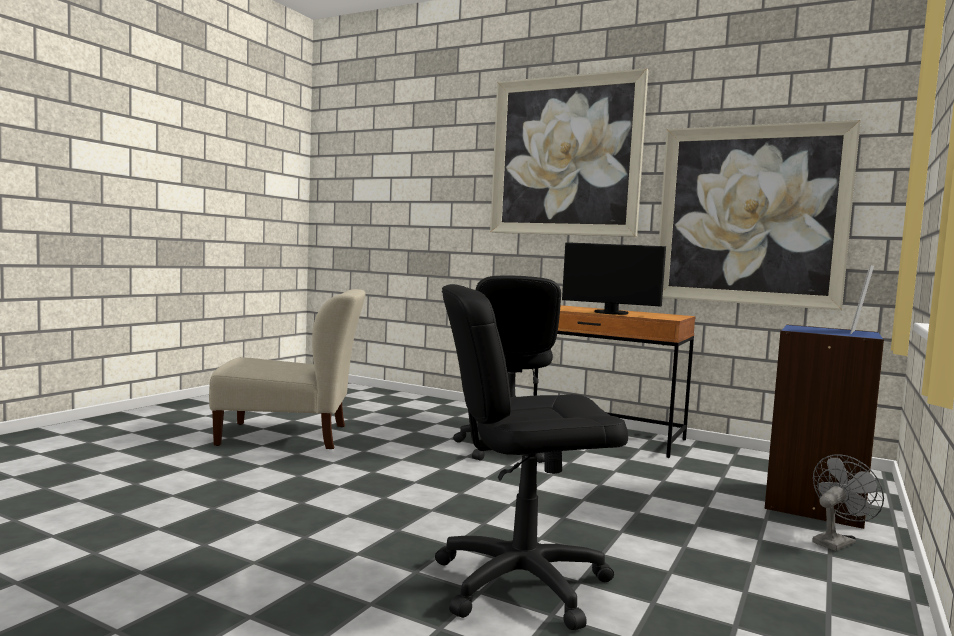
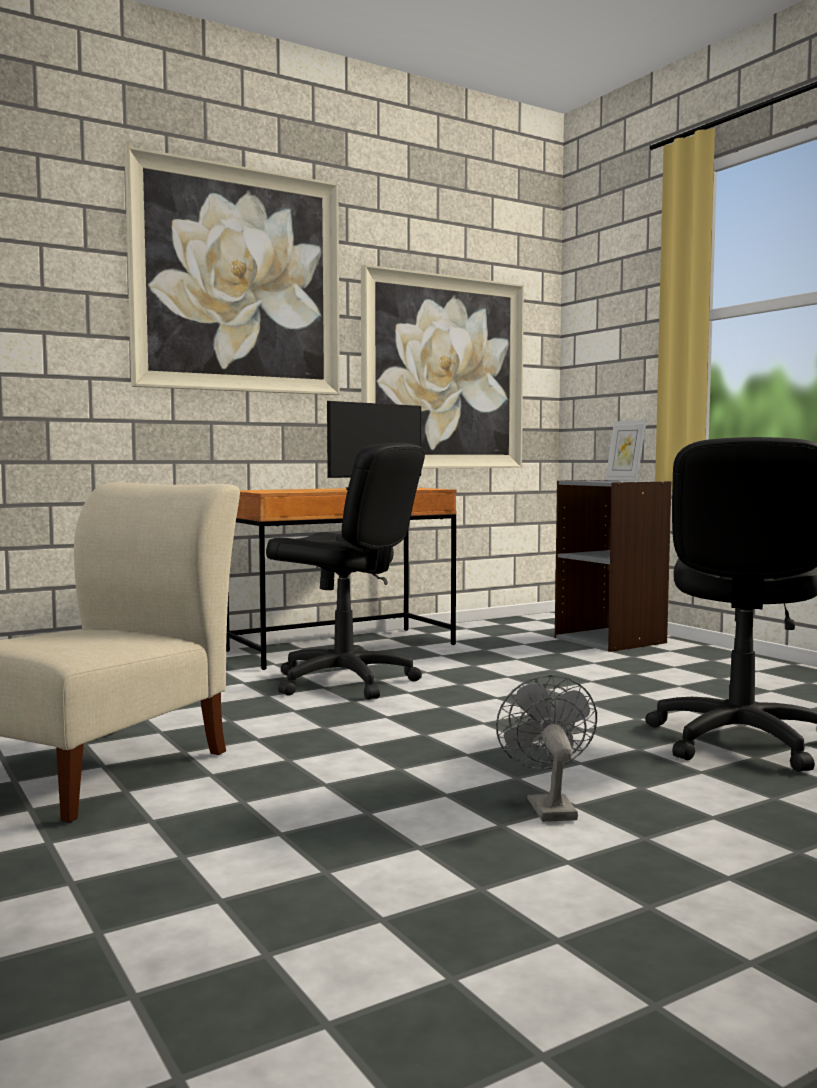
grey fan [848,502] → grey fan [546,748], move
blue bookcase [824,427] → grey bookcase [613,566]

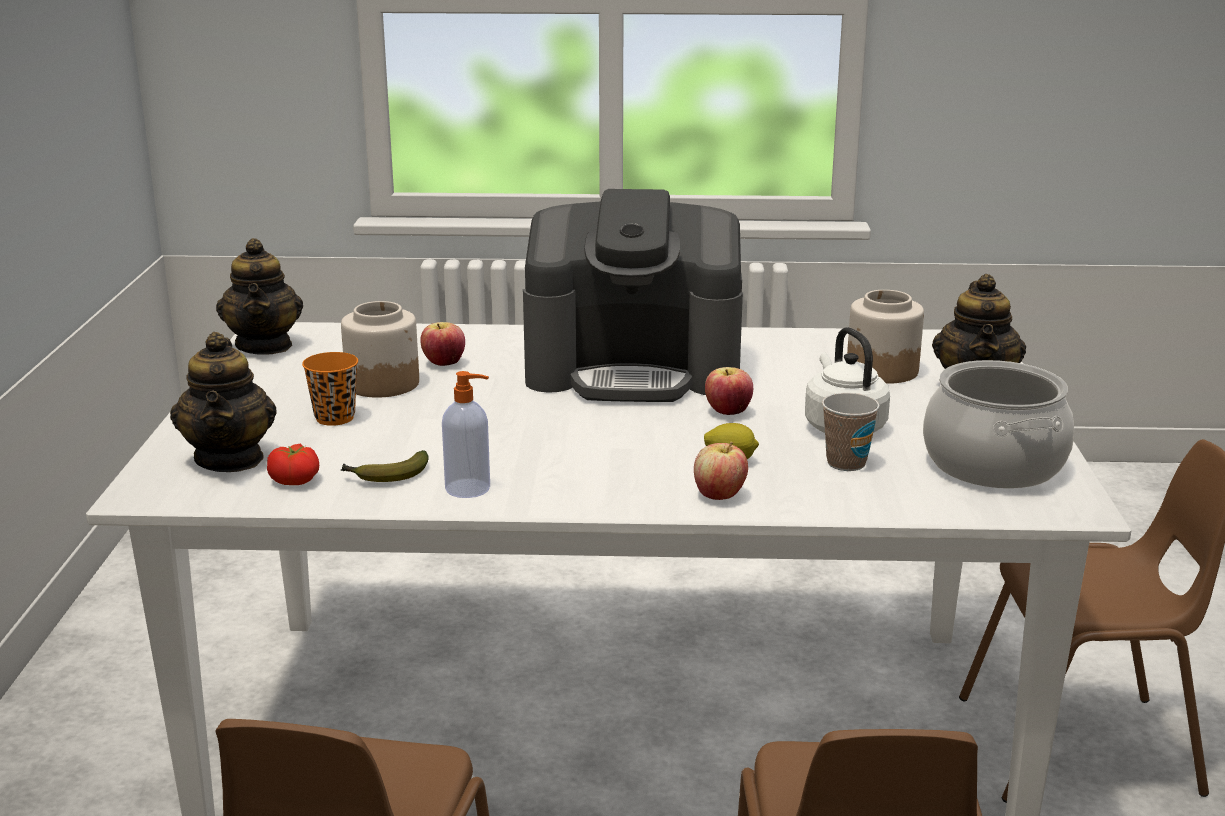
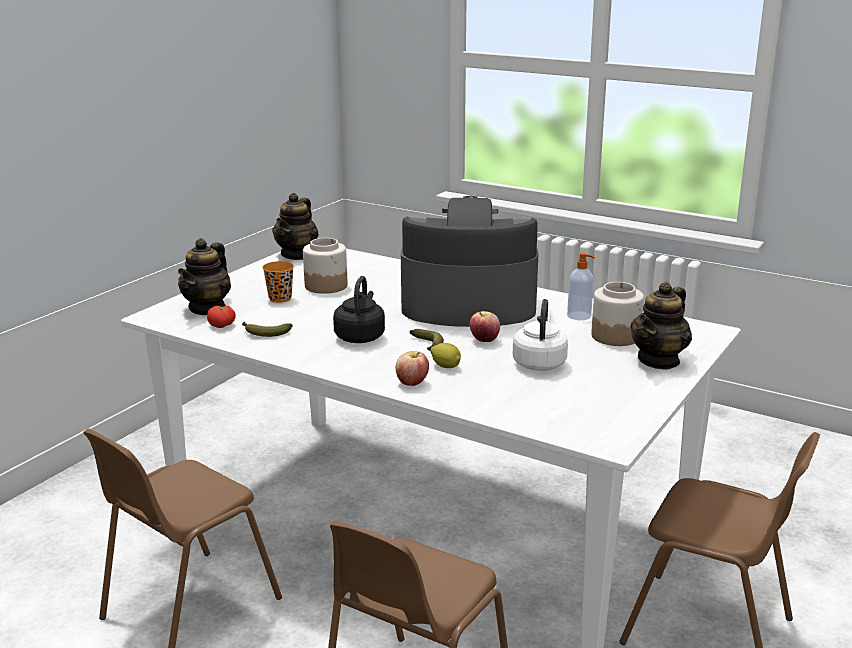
- → black kettle [359,309]
coffee machine [633,295] → coffee machine [469,261], 150 degrees clockwise
- → banana [427,339]
soap dispenser [466,434] → soap dispenser [581,286], move
apple [442,344] → -
cup [851,432] → -
cooking pot [998,424] → -

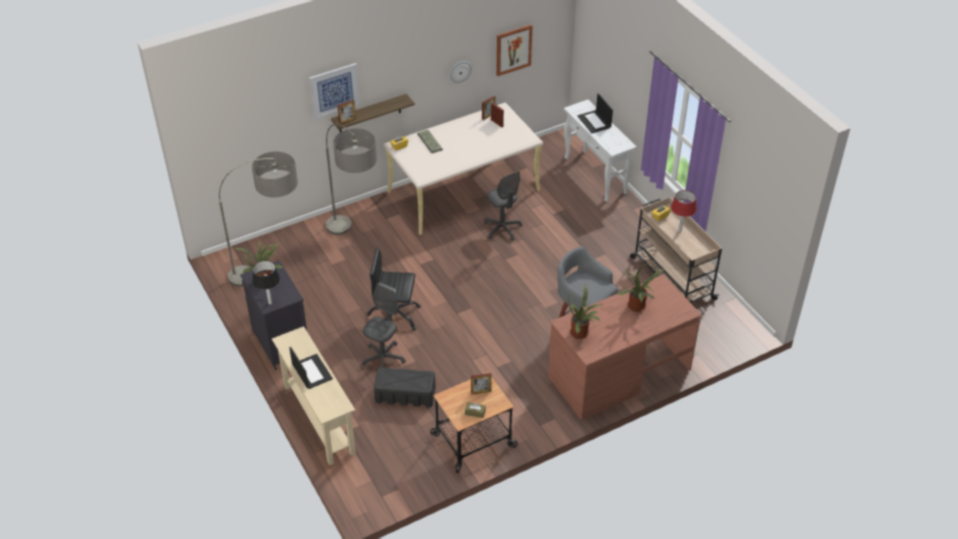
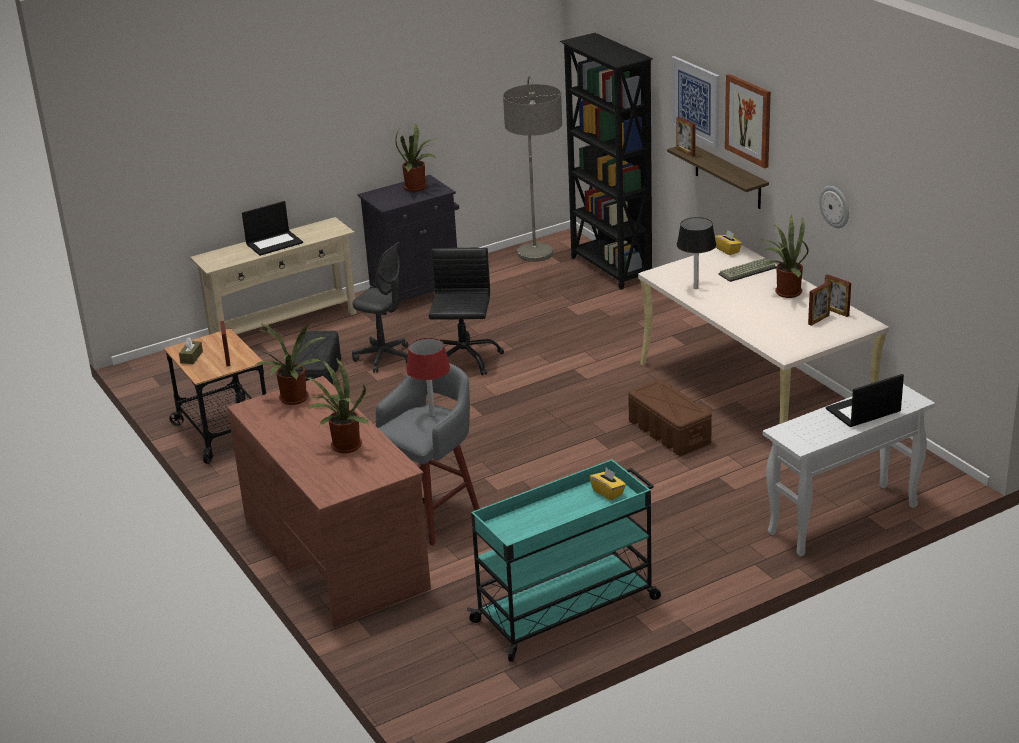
red table lamp [684,211] → red table lamp [428,377], move
beige cart [676,250] → turquoise cart [564,560]
- → black bookcase [606,161]
grey office chair [503,206] → brown storage box [670,418]
black table lamp [266,283] → black table lamp [696,253], move
picture [514,50] → picture [748,121], move
- → potted plant [786,256]
floor lamp [351,179] → -

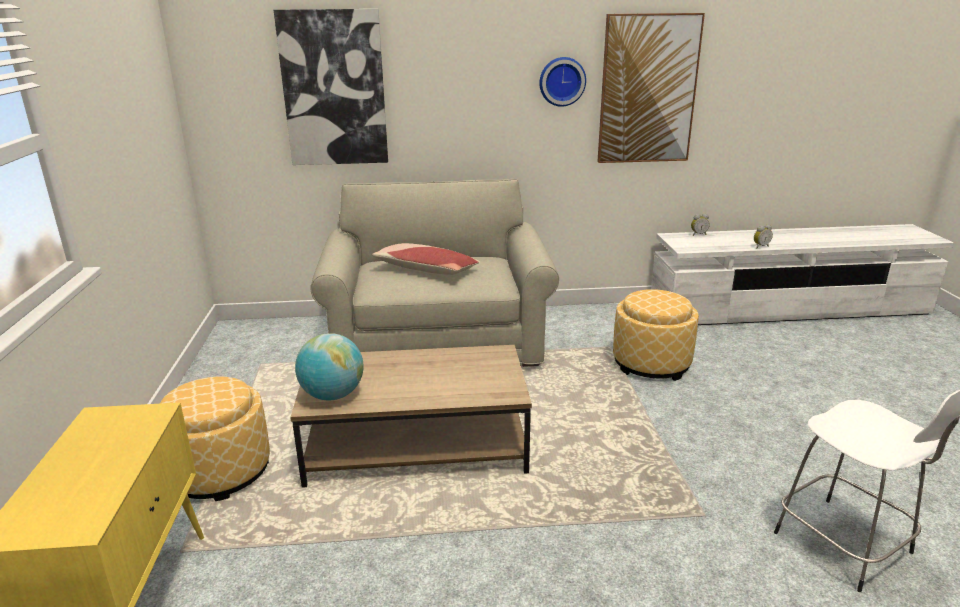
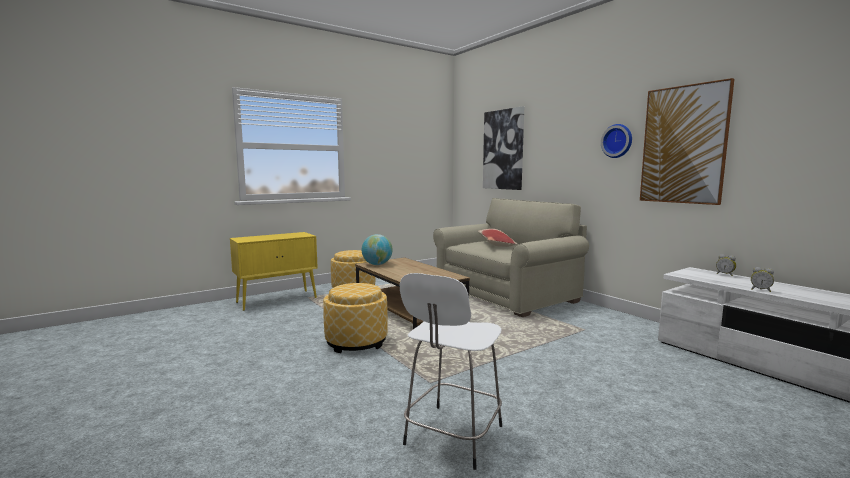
ottoman [656,335] → ottoman [355,318], move

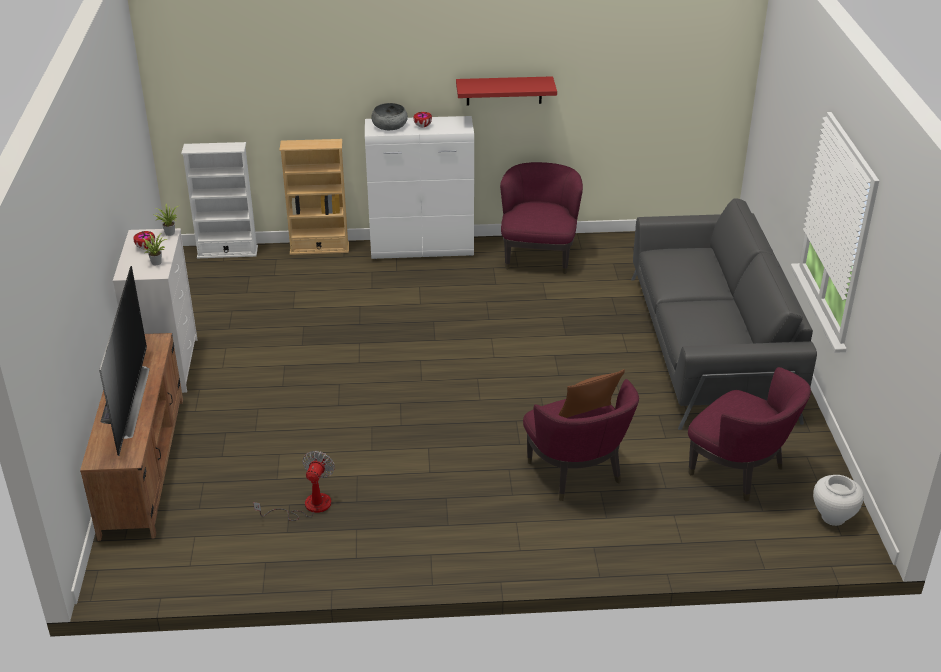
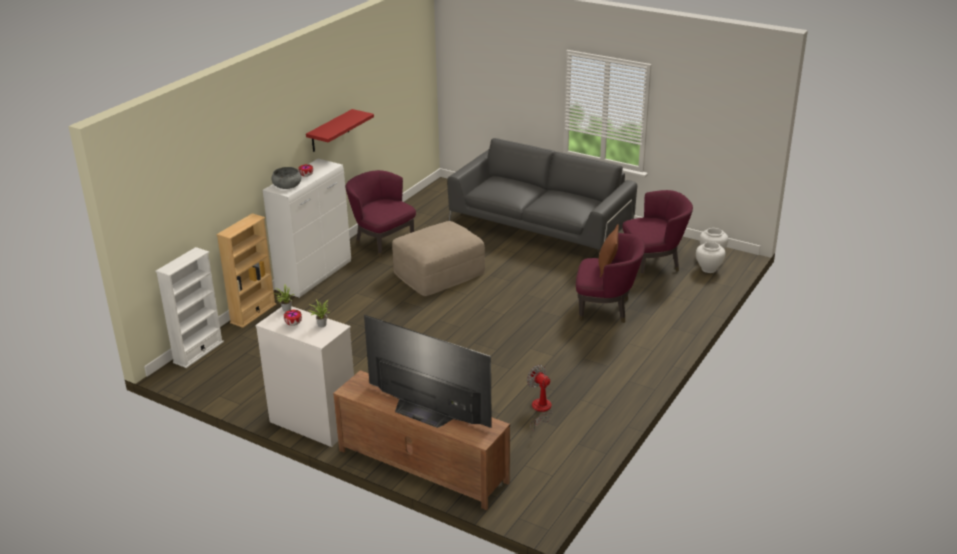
- → beige ottoman [438,258]
- → white vase [711,257]

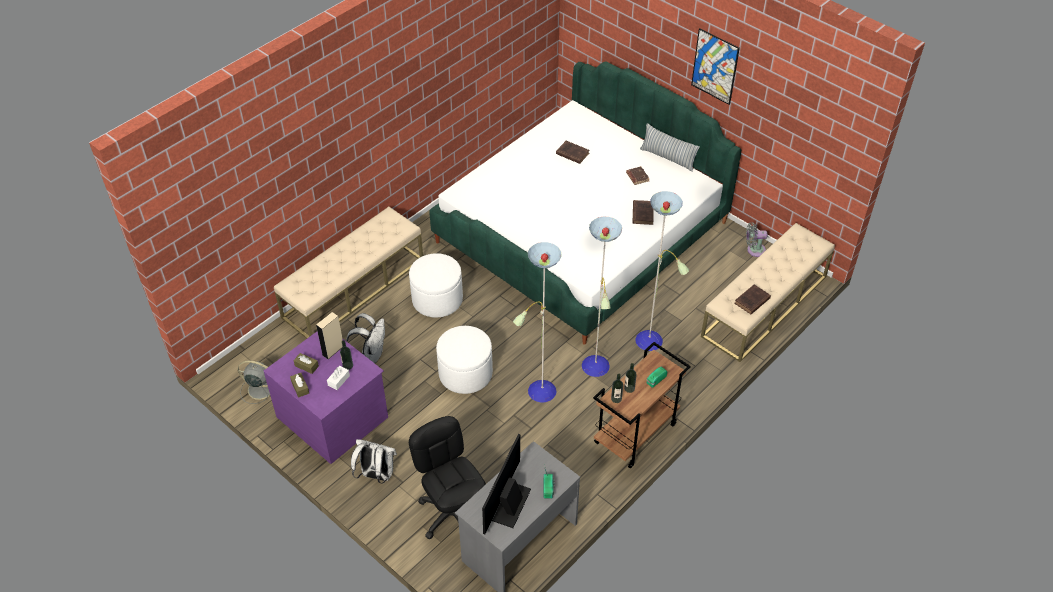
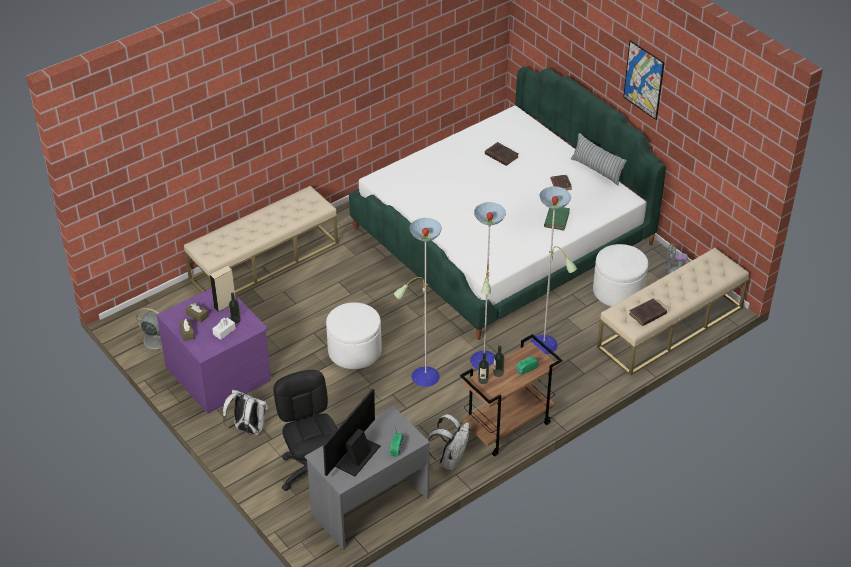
white backpack [365,338] → white backpack [448,442], move
brown book [643,212] → green book [557,218]
white ottoman [436,285] → white ottoman [620,275], move

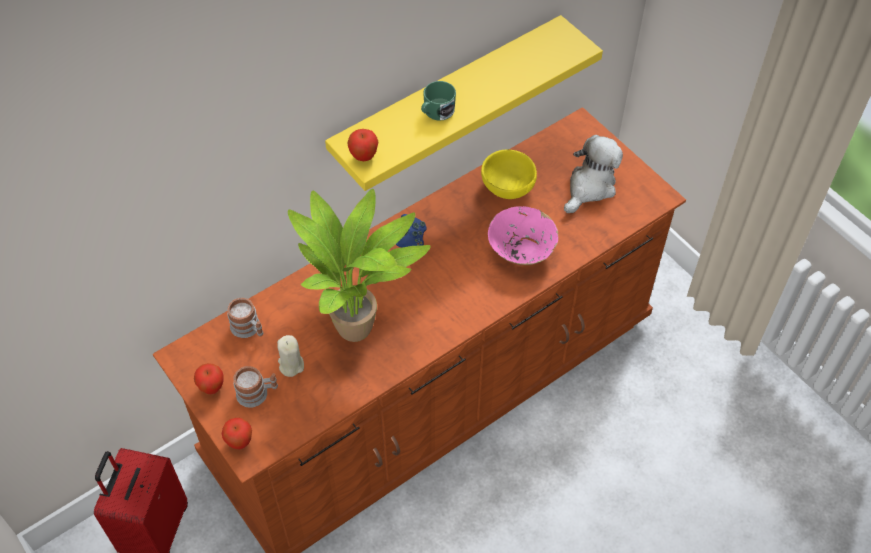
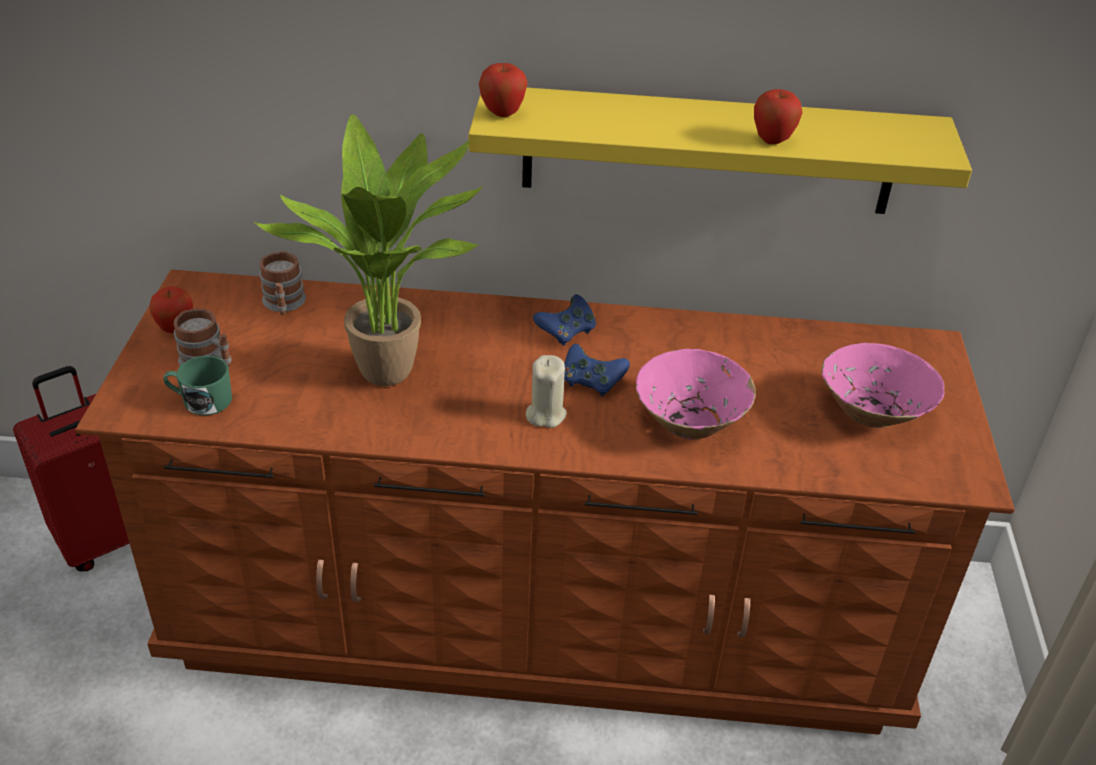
green mug [438,101] → green mug [198,386], move
beige candle [290,356] → beige candle [546,391], move
- → blue game controller [597,370]
apple [237,433] → apple [778,116], move
plush toy [593,174] → pink bowl [883,385]
yellow bowl [509,174] → -

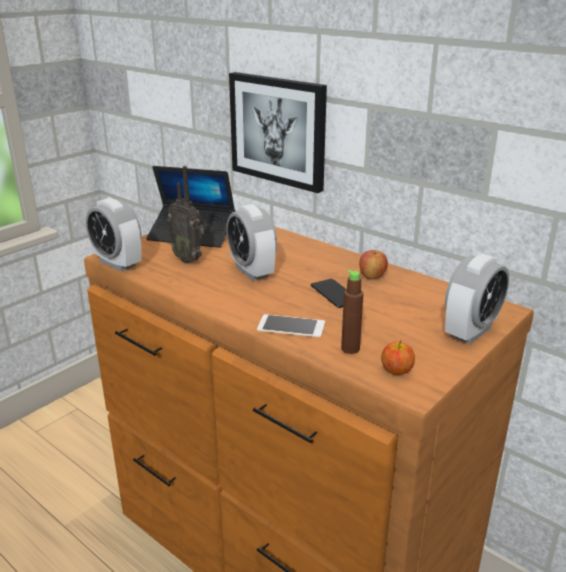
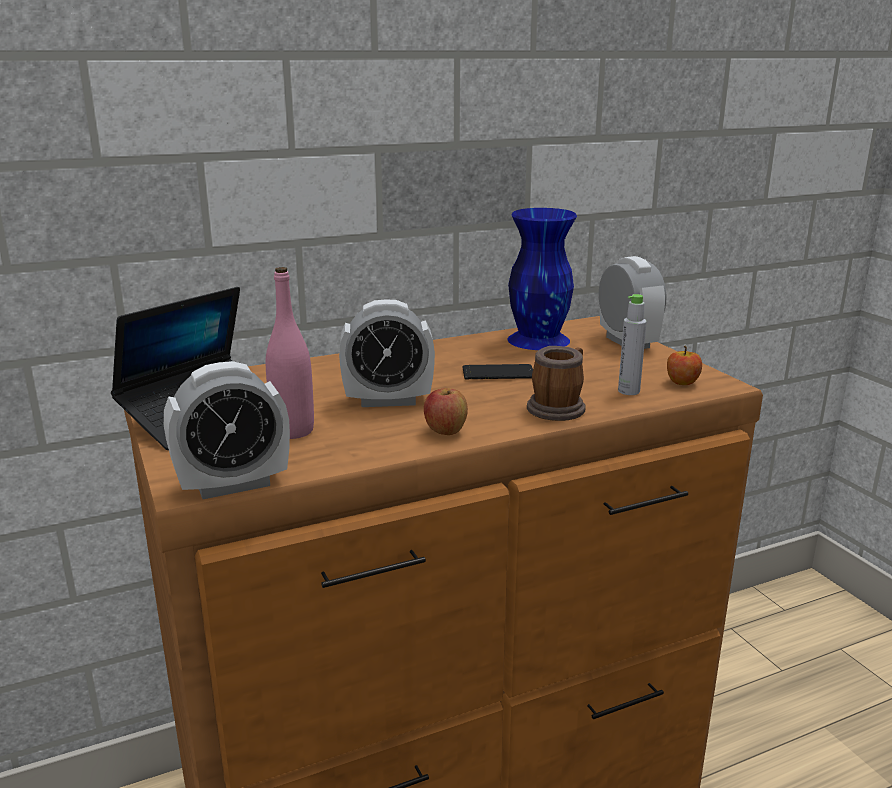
radio [185,215] → pink bottle [290,353]
apple [373,264] → apple [446,411], move
- → blue vase [542,279]
phone [291,326] → mug [556,383]
brown bottle [352,312] → grey bottle [632,344]
picture [278,132] → -

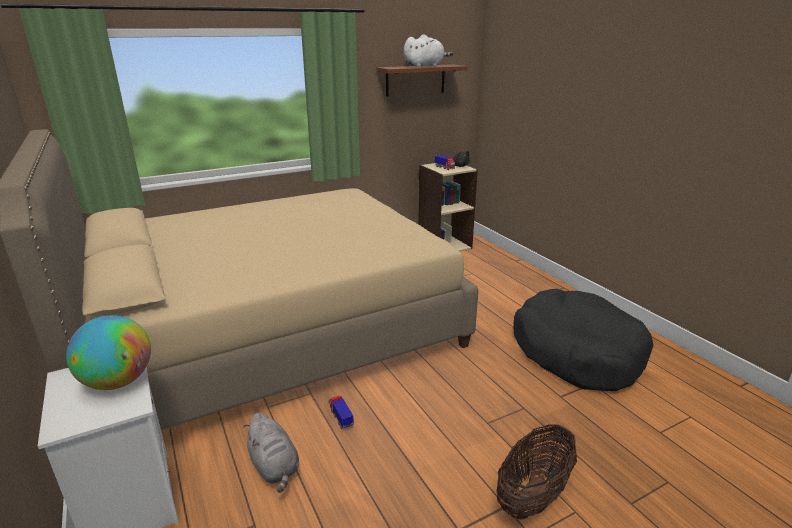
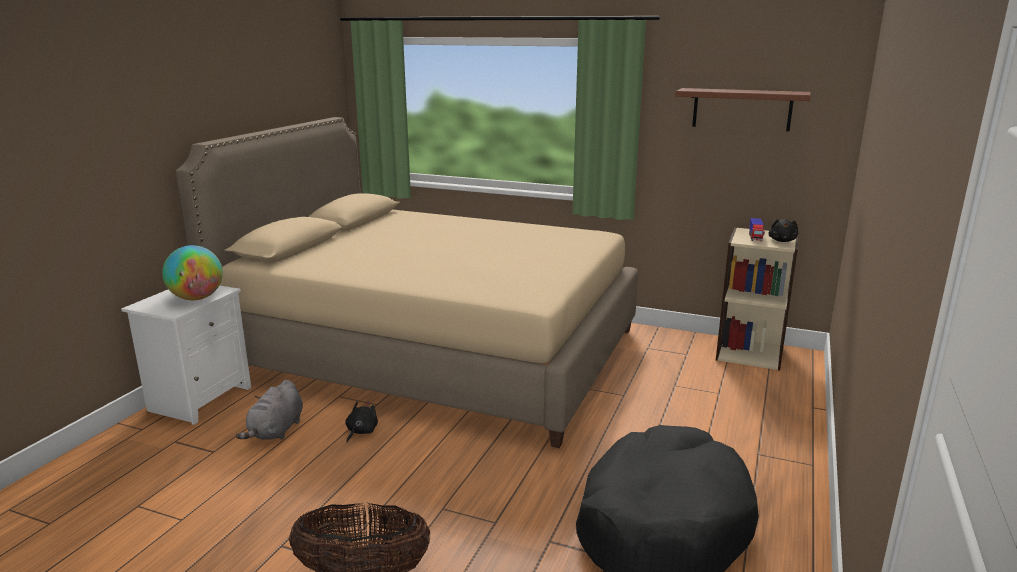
toy truck [341,413] → black plush toy [361,422]
white plush toy [428,50] → -

